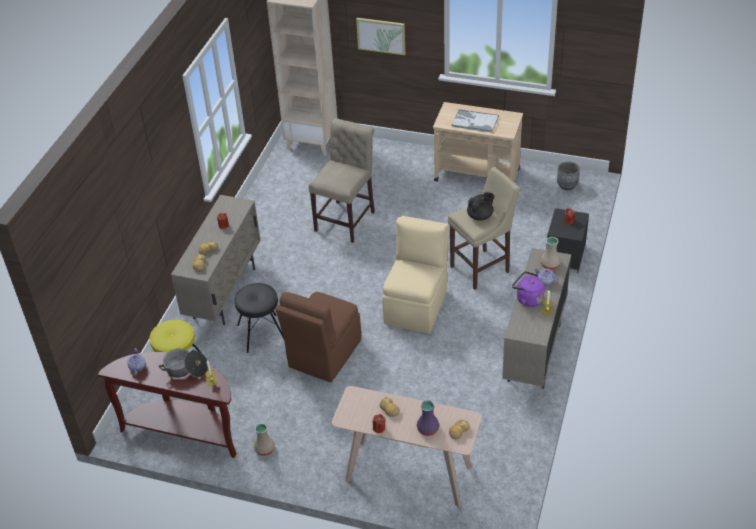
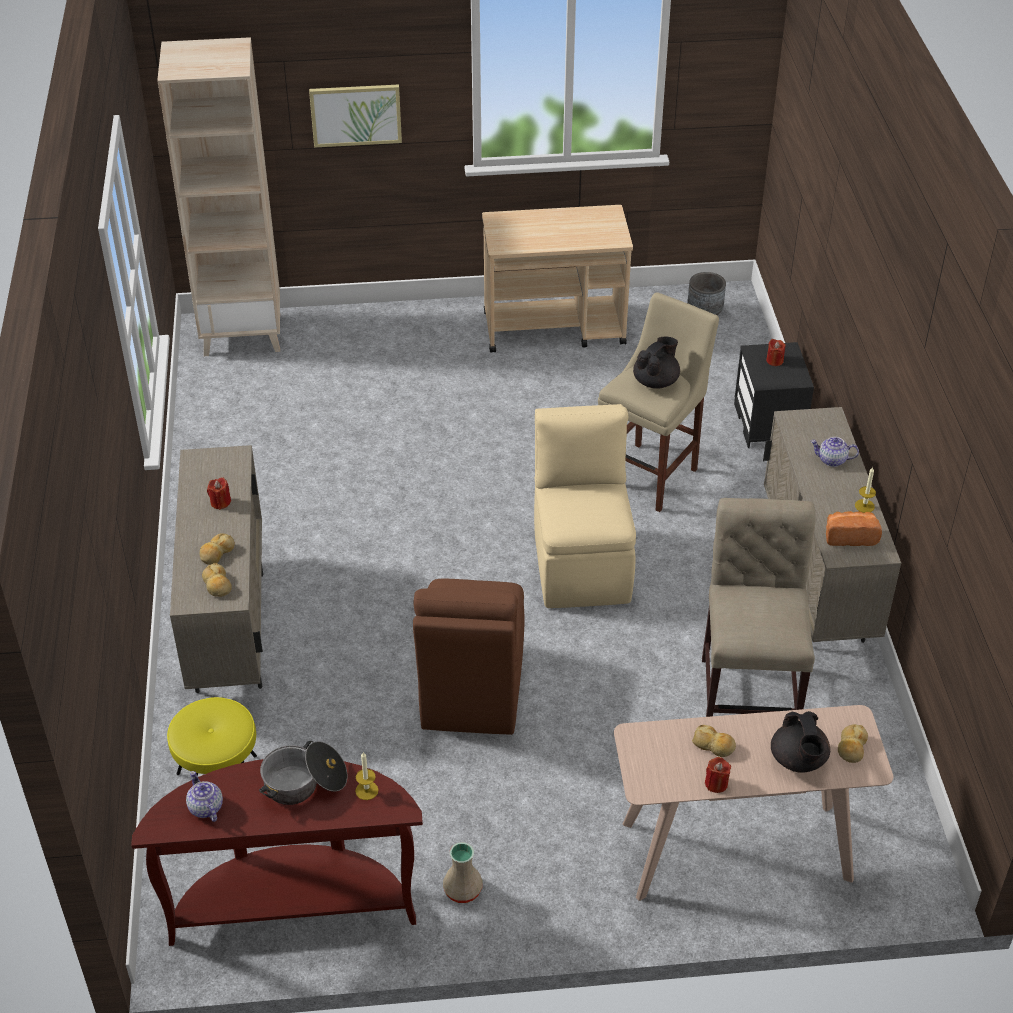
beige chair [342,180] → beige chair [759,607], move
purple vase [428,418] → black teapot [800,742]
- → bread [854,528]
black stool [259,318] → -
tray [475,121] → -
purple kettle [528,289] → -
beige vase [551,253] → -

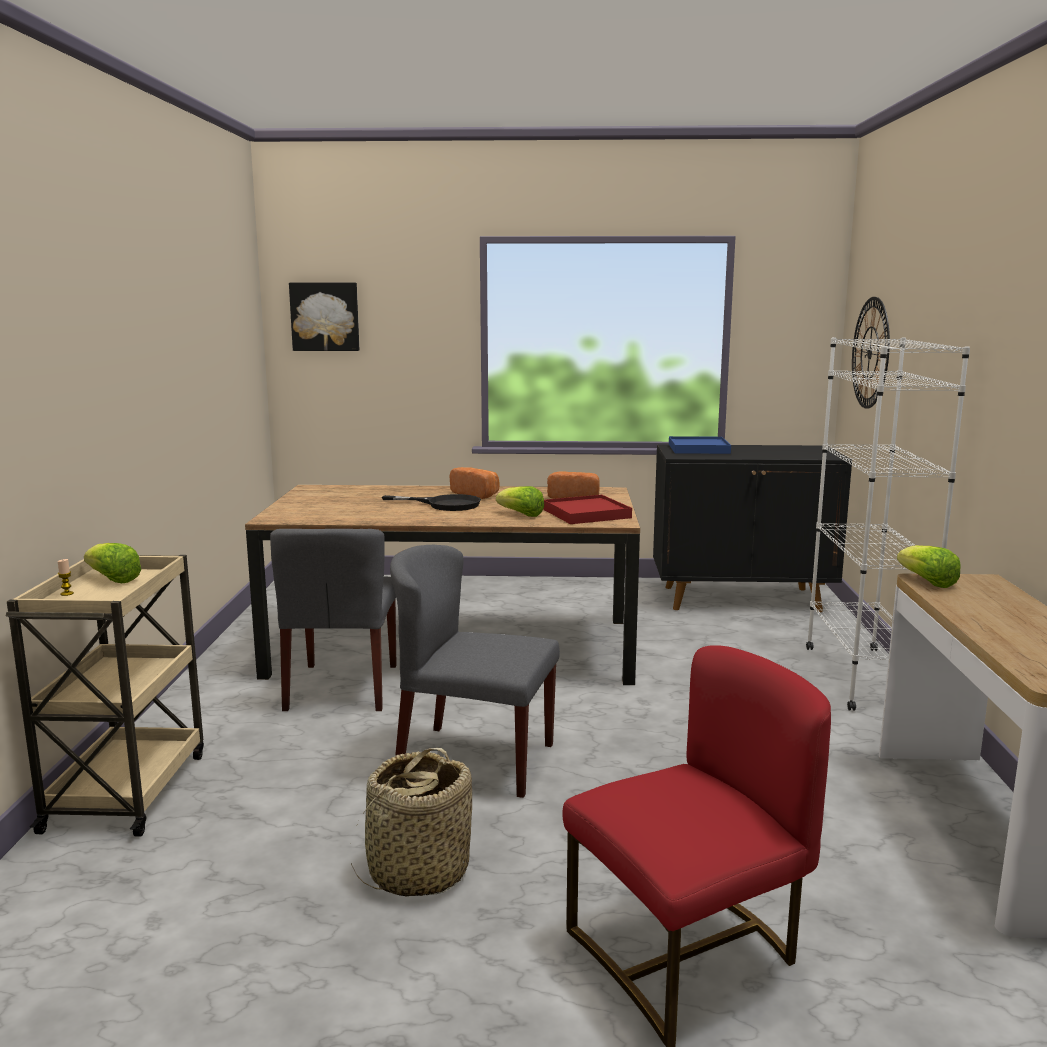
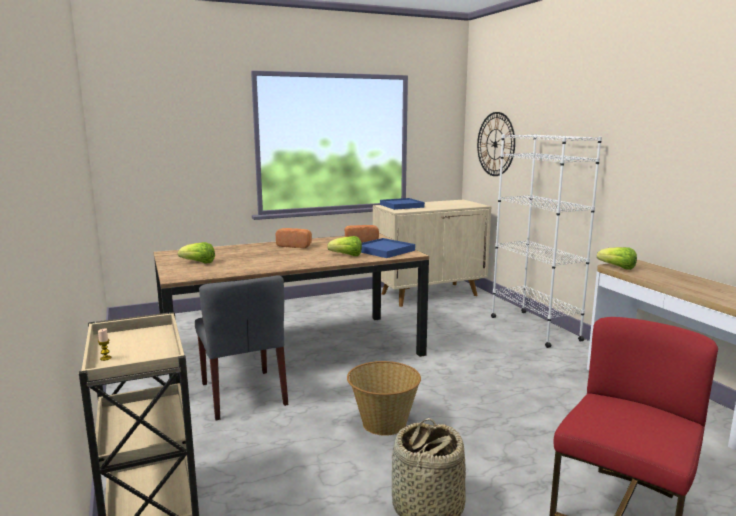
lettuce [113,563] → lettuce [196,252], move
grey chair [475,671] → basket [384,398]
red tray [587,509] → blue tray [388,248]
black cabinet [752,528] → beige cabinet [432,253]
picture [324,317] → -
black frying pan [431,502] → -

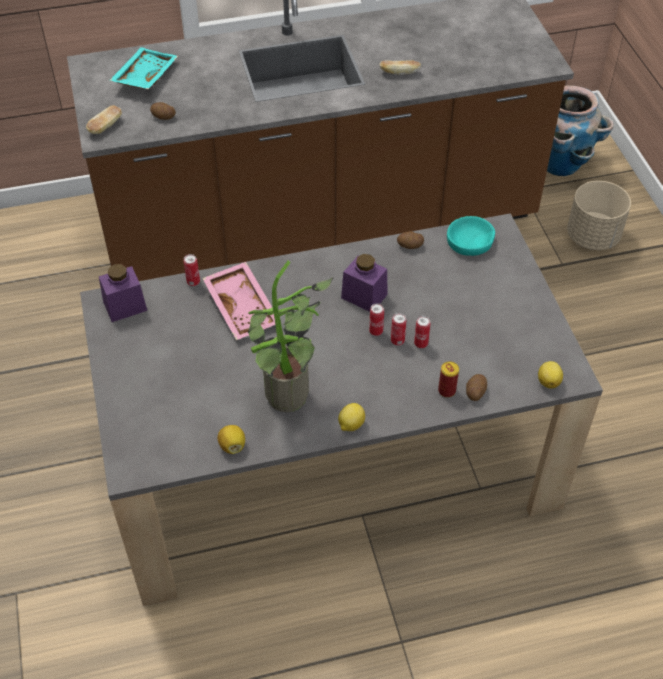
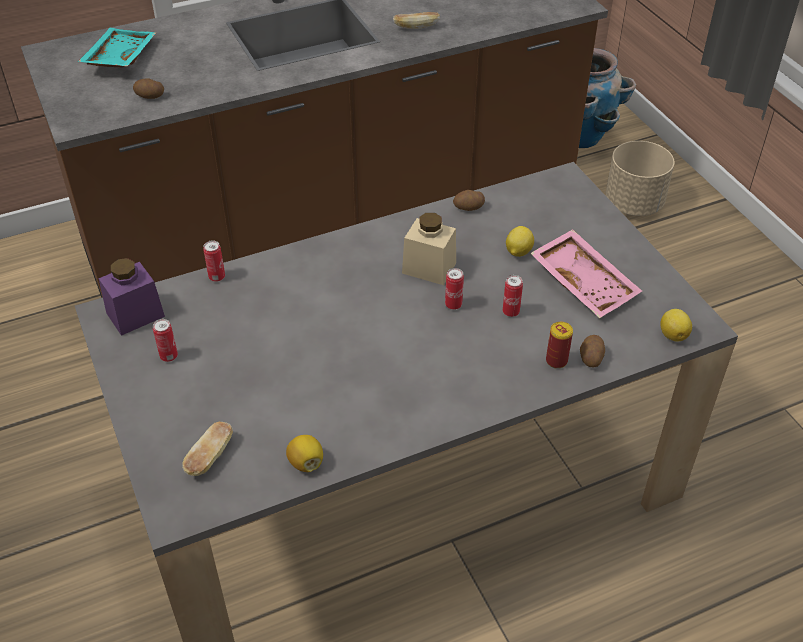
can [398,329] → can [165,340], move
bread [104,119] → bread [207,449], move
purple jar [364,283] → beige jar [429,249]
lemon [351,417] → lemon [520,241], move
pink tray [238,301] → pink tray [586,273], move
potted plant [290,336] → -
turquoise bowl [471,236] → -

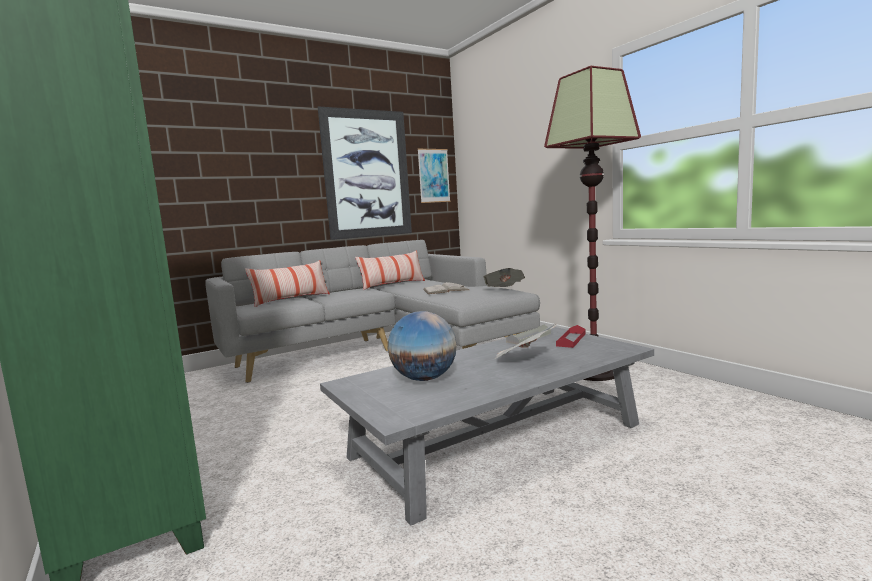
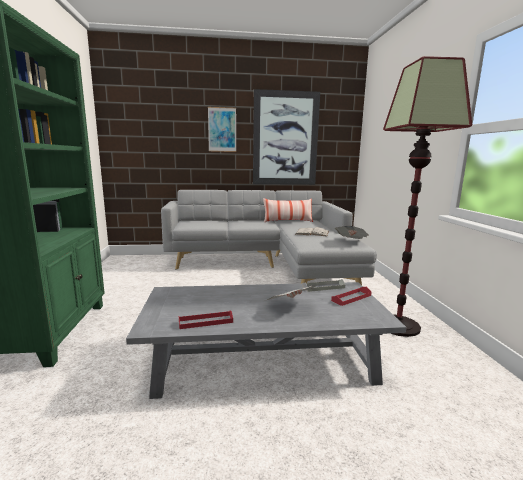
- → red tray [206,320]
picture [433,176] → picture [222,129], move
pillow [287,283] → -
globe [422,346] → -

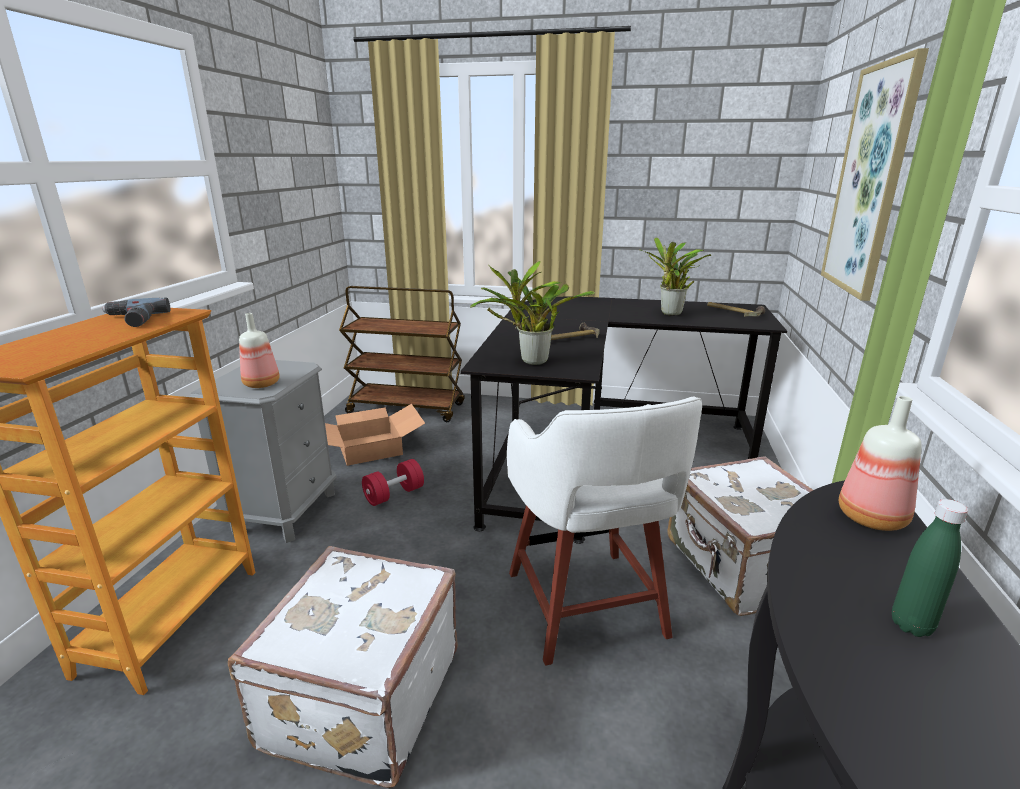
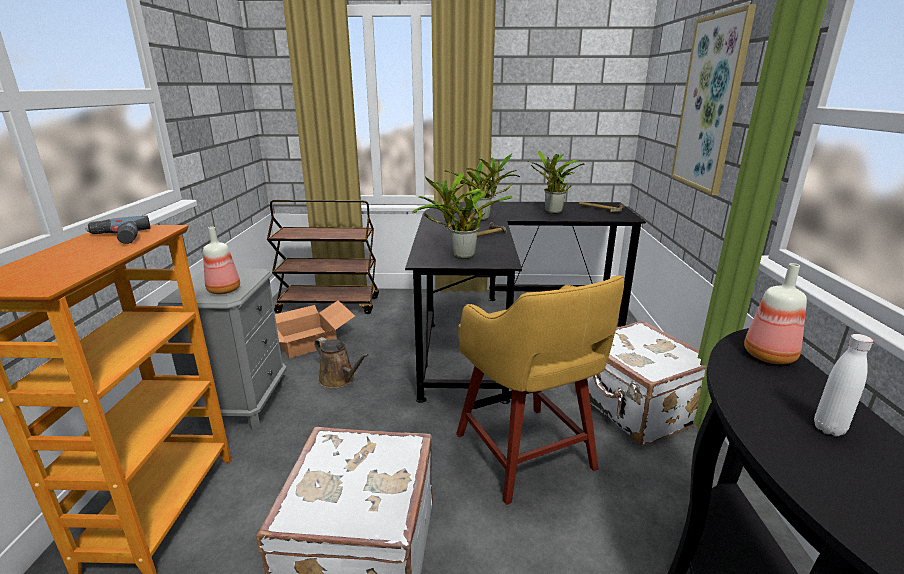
red dumbbell [393,482] → brown watering can [341,362]
- → potted plant [483,187]
white stool [604,531] → yellow stool [540,390]
green bottle [930,568] → white bottle [843,385]

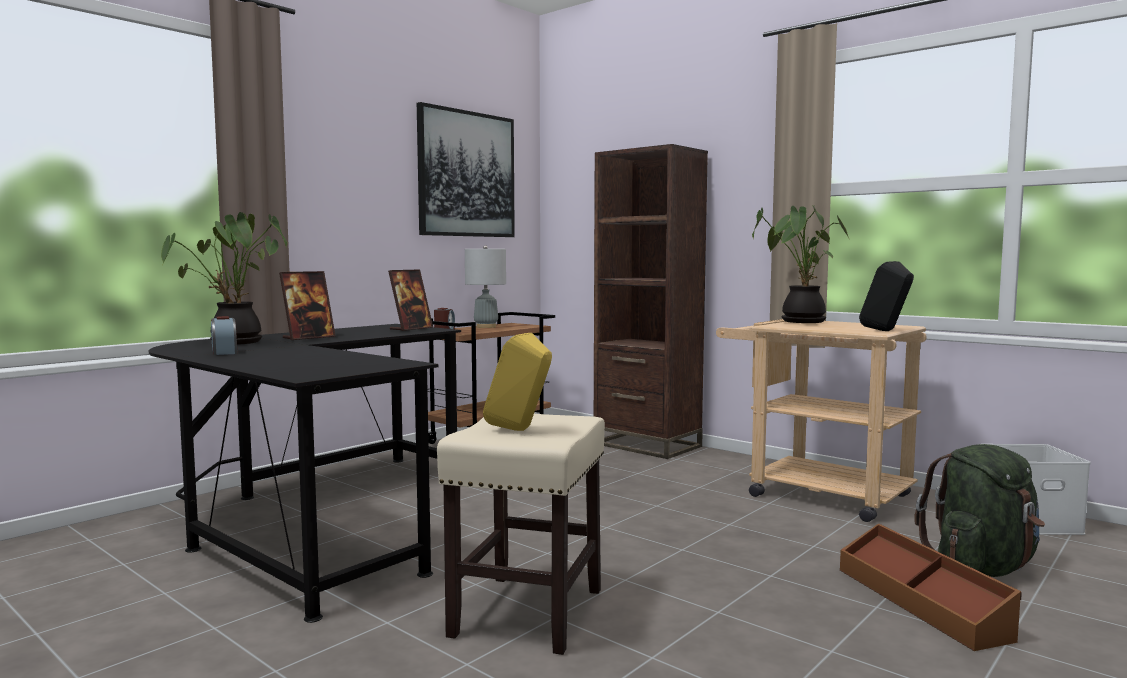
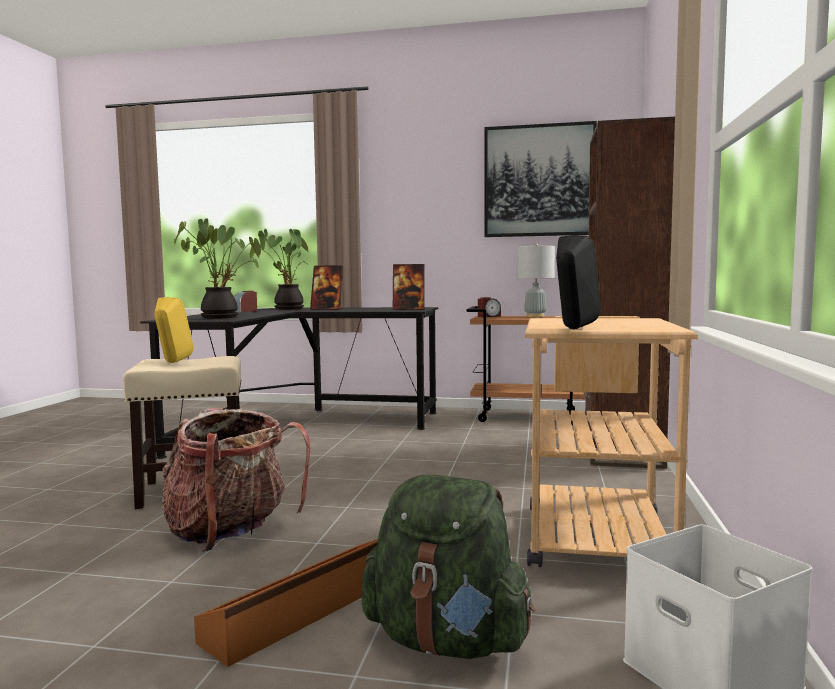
- → backpack [236,480]
potted plant [800,264] → potted plant [217,268], move

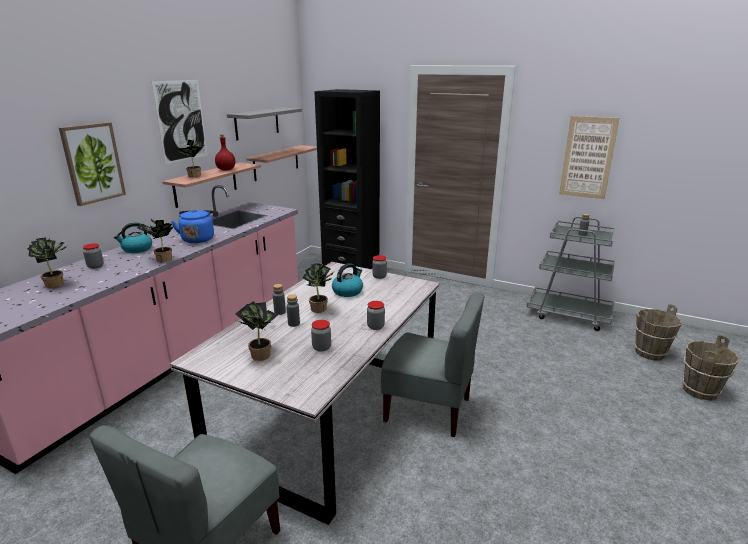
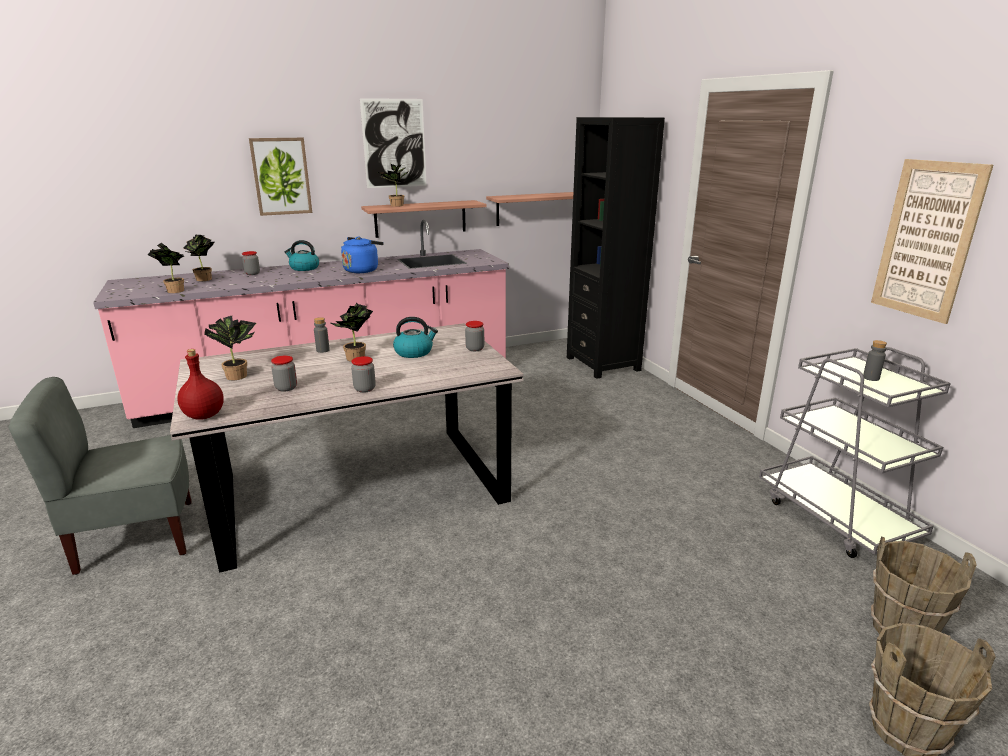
potted plant [155,240] → potted plant [165,267], move
red bottle [225,152] → red bottle [200,384], move
grey shelf [264,123] → -
grey bottle [293,310] → -
grey chair [432,364] → -

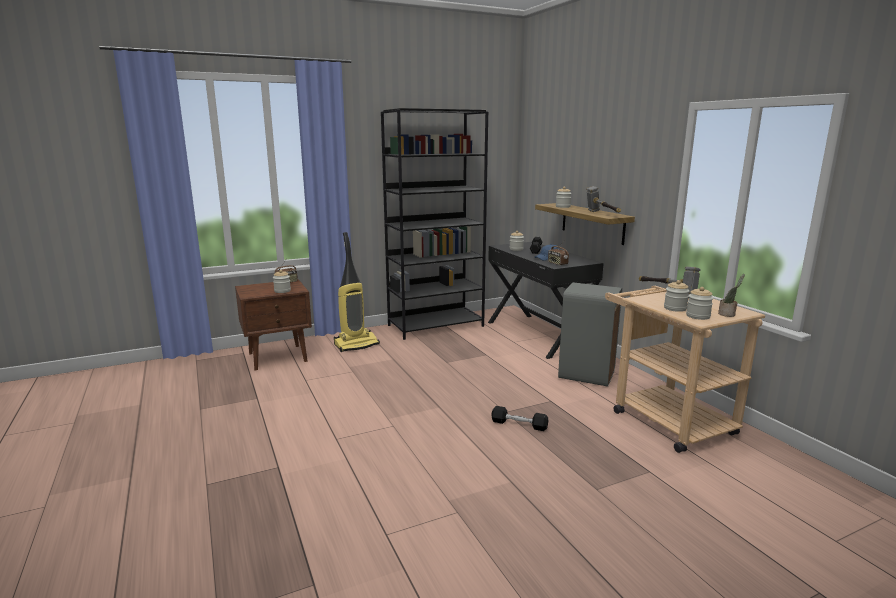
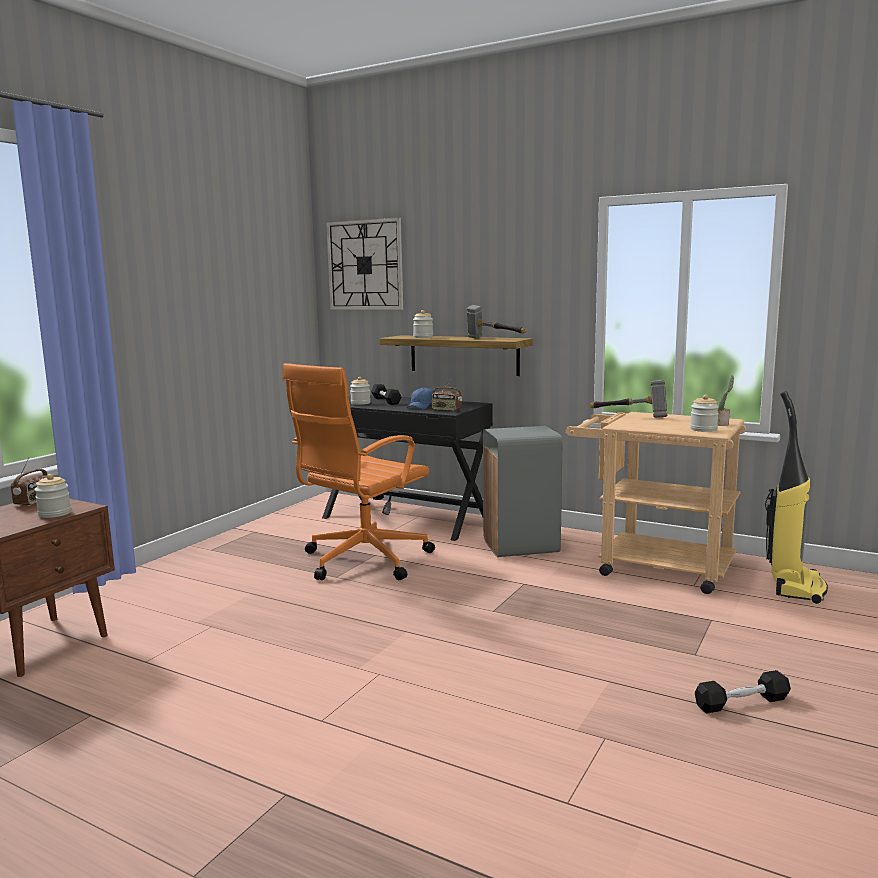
- → orange office chair [358,471]
- → wall clock [364,264]
black dumbbell [519,418] → black dumbbell [743,692], move
vacuum cleaner [357,292] → vacuum cleaner [796,497], move
black bookcase [434,224] → -
jar [676,296] → -

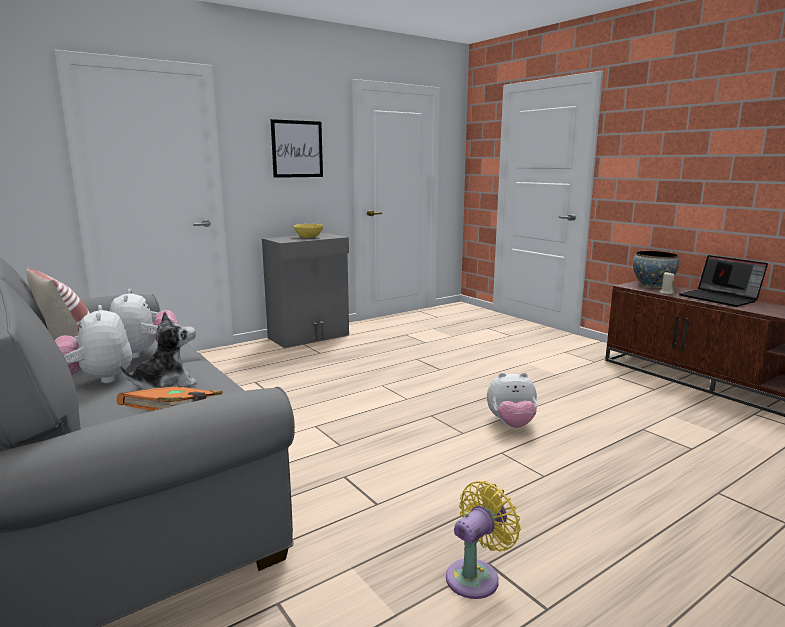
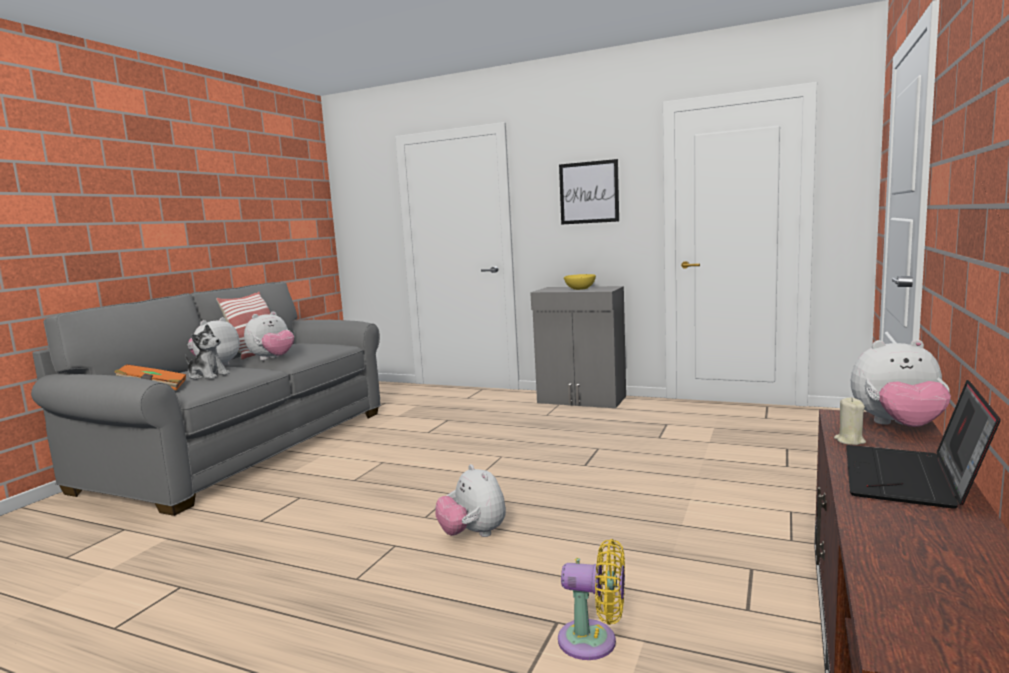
yellow fan [483,540] → yellow fan [591,599], move
bowl [656,269] → plush toy [901,383]

